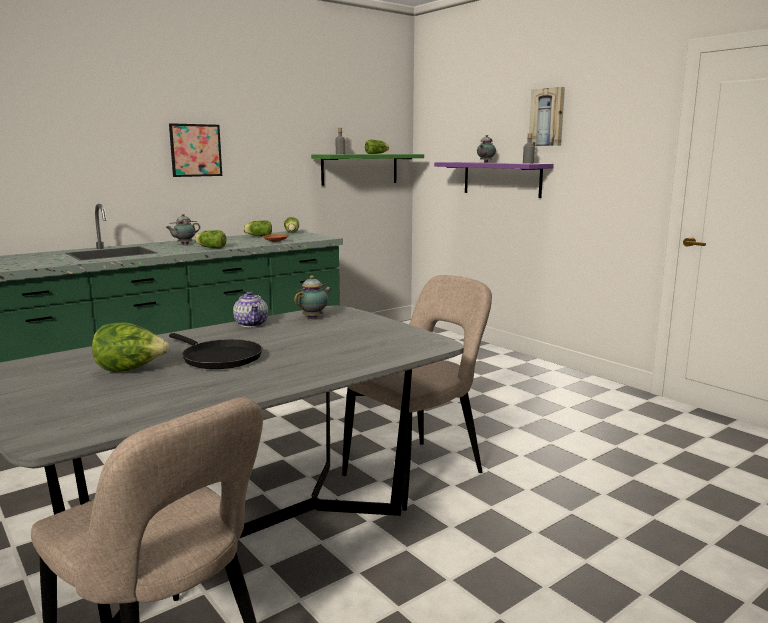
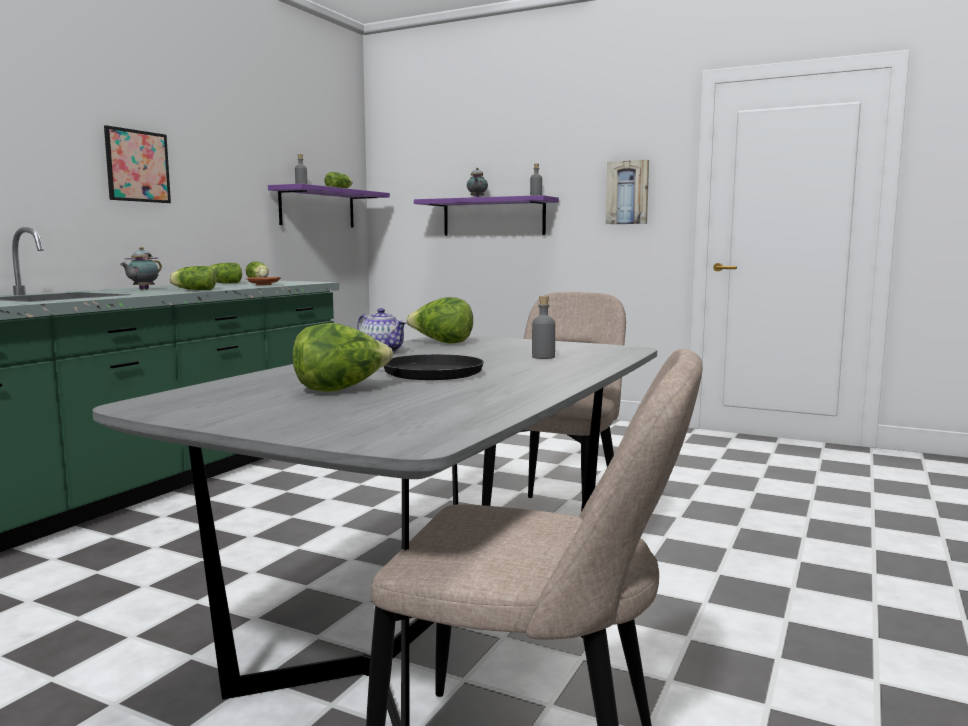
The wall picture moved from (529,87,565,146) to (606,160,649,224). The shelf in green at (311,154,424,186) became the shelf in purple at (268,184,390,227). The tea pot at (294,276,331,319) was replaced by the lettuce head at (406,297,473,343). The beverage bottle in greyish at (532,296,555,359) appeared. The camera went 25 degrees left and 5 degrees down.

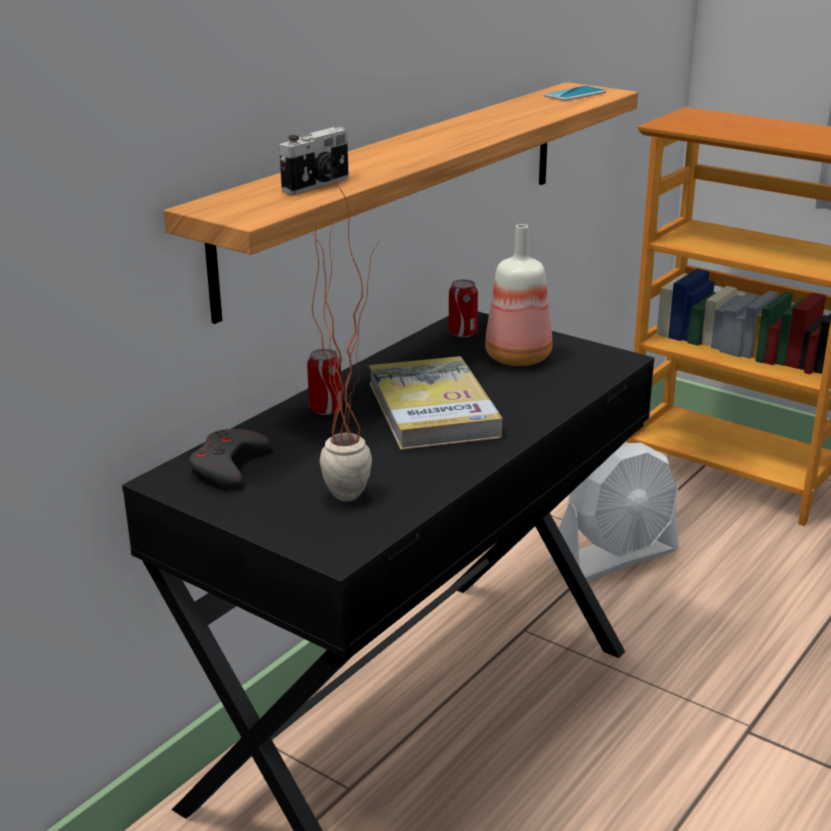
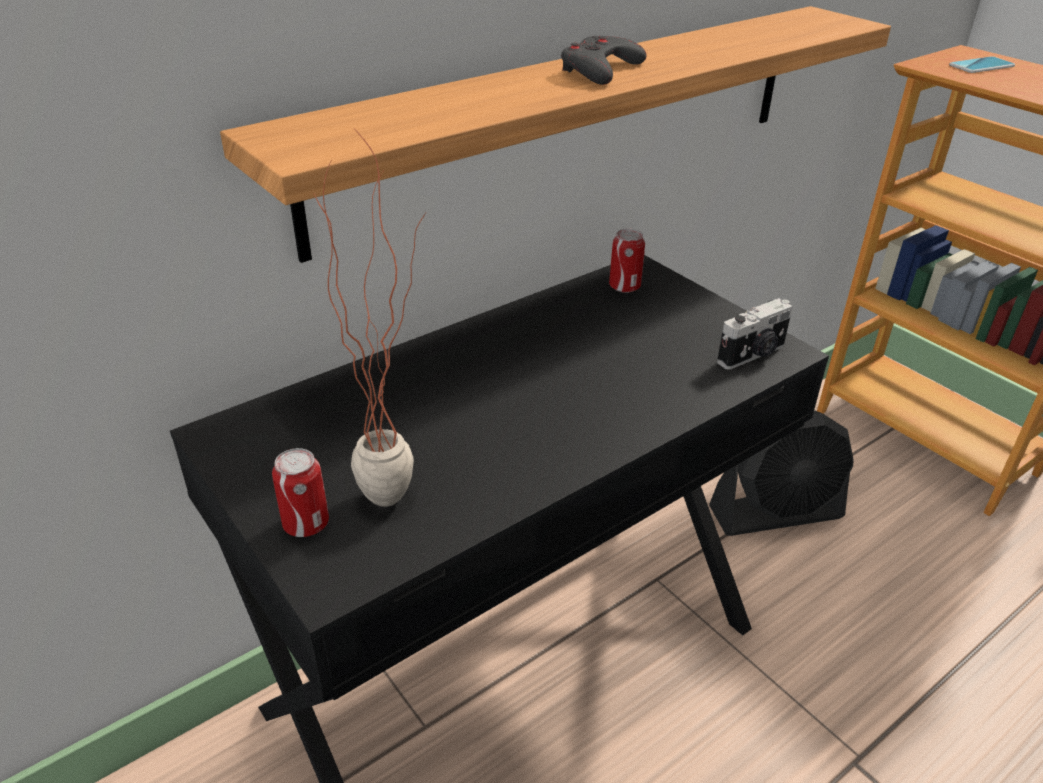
The handset moved from (544,86,607,101) to (949,56,1015,73). The photo camera moved from (279,127,349,195) to (717,298,793,370). The beverage bottle at (485,224,552,366) disappeared. The metal can moved from (307,349,343,415) to (272,448,329,537). The volume at (369,356,502,450) disappeared. The gamepad in greyish moved from (189,429,270,489) to (561,36,647,85). The cooling fan in white at (551,443,679,580) became the cooling fan in blackish at (709,410,854,536). The camera went 15 degrees right and 10 degrees up.

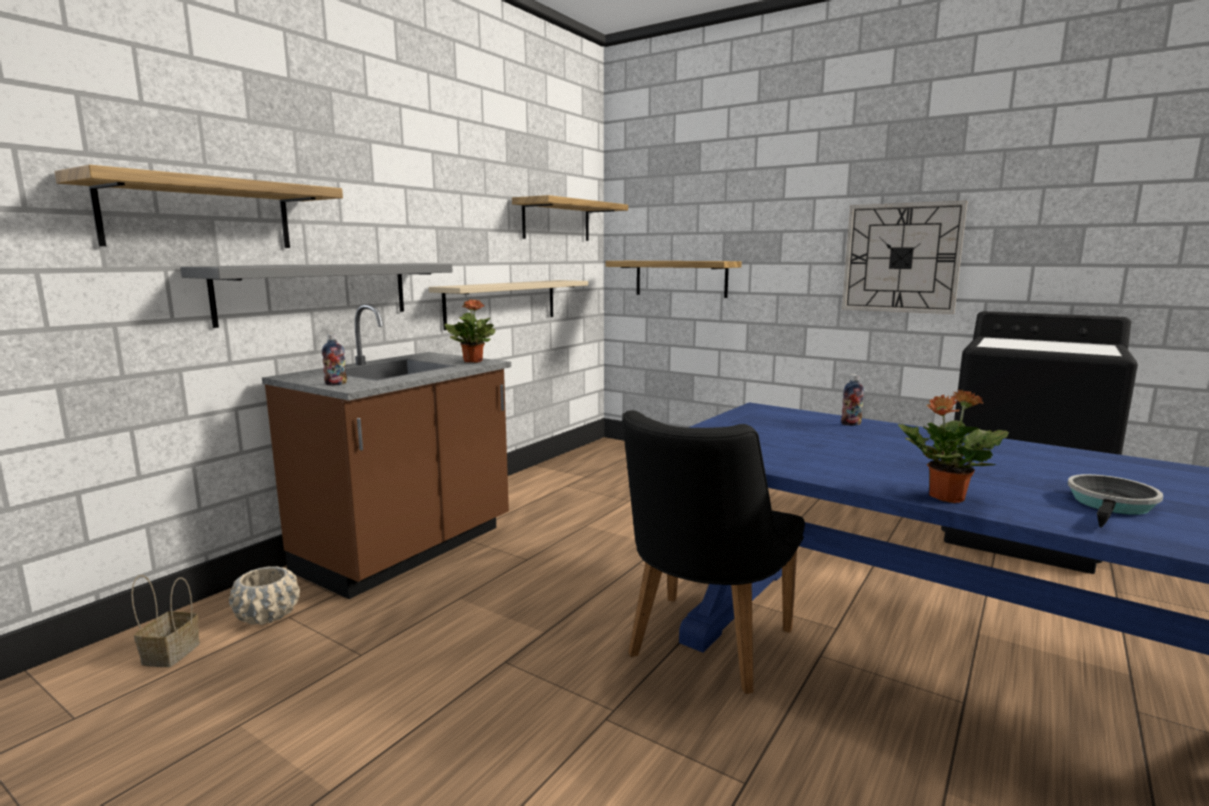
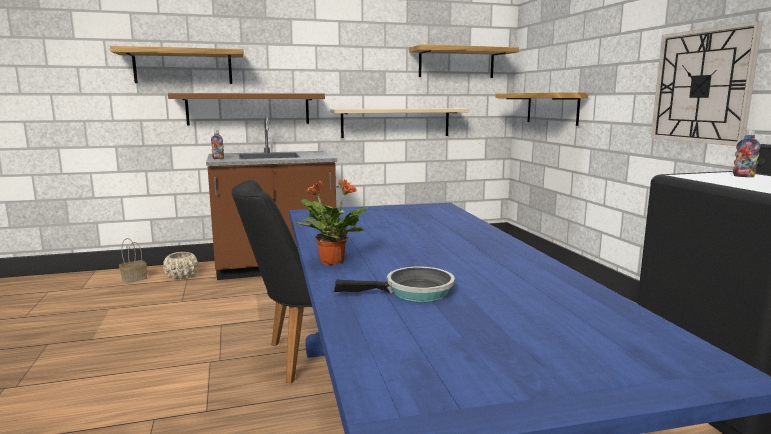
The shelf in greyish at (180,264,453,328) became the shelf in brownish at (168,93,325,125). The plant in a pot at (444,299,495,363) disappeared. The beverage bottle moved from (841,374,864,426) to (733,130,760,177). The camera went 40 degrees right and 0 degrees up.

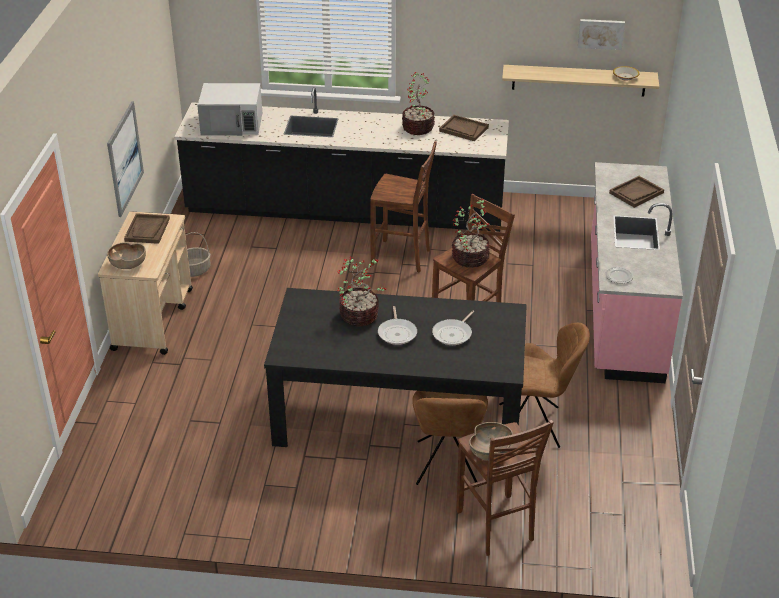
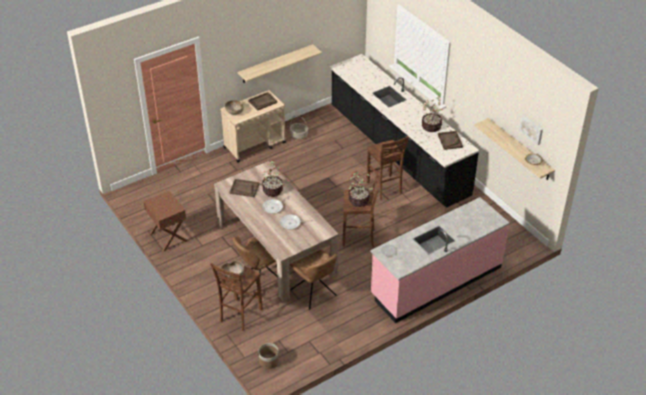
The kitchen microwave in white at (197,83,262,136) disappeared. The wall picture at (107,101,144,217) was replaced by the shelf at (238,44,322,83). The carrying tray in brownish moved from (609,176,664,208) to (229,179,259,197). The kitchen table in blackish at (264,288,527,447) became the kitchen table in beige-coloured at (214,161,339,301). The nightstand in brownish at (144,191,188,252) appeared. The planter at (259,343,279,369) appeared. The camera went 50 degrees right and 5 degrees up.

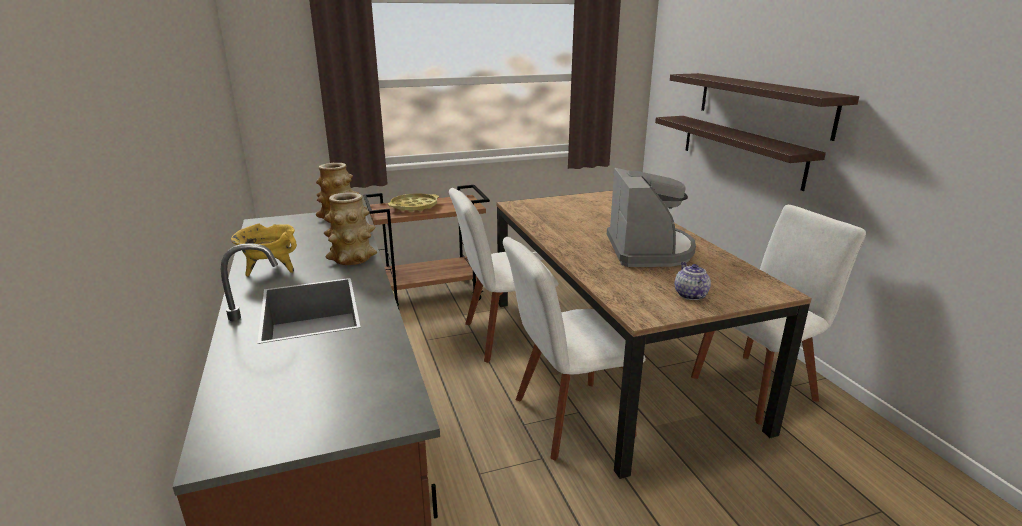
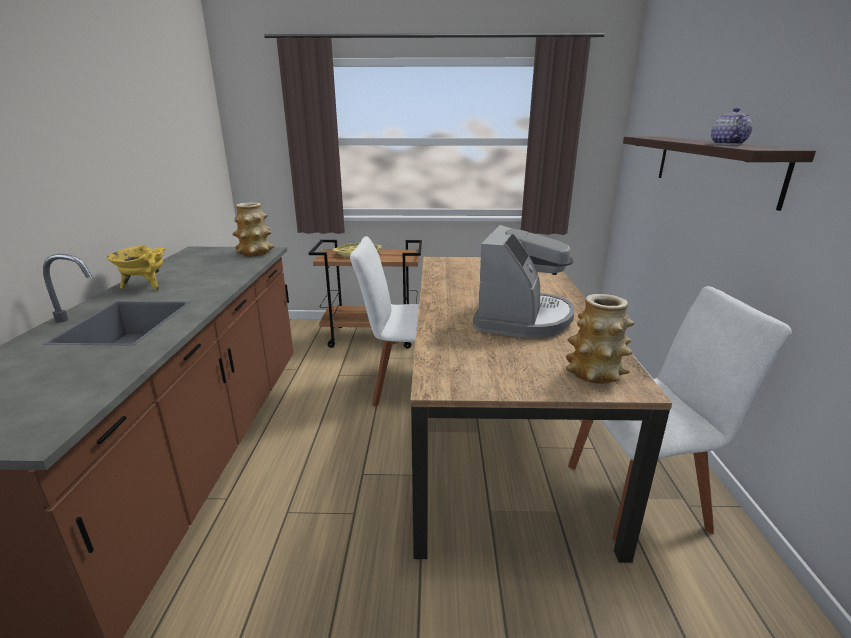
The shelf at (655,116,826,191) disappeared. The vase moved from (324,192,377,265) to (566,294,634,384). The chair in white at (503,237,646,461) disappeared. The tea pot moved from (674,262,711,300) to (711,108,753,145). The camera went 20 degrees right and 0 degrees up.

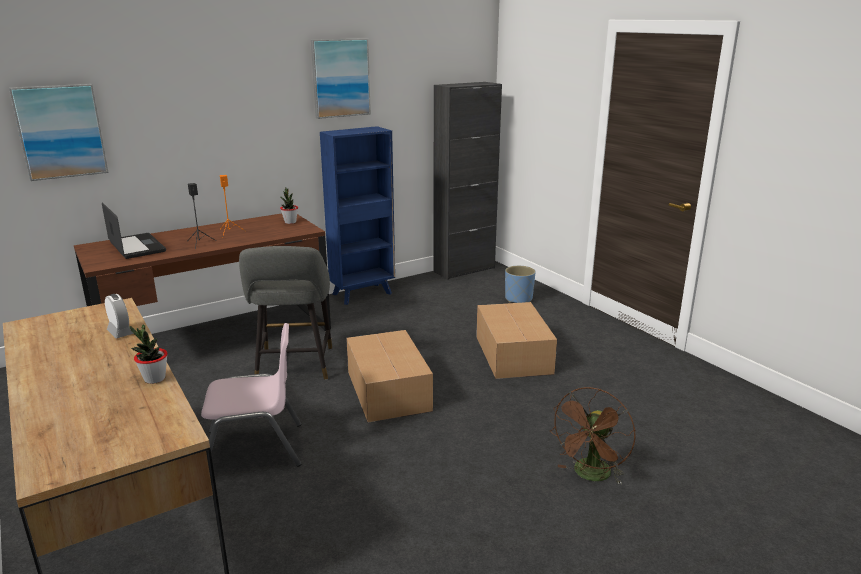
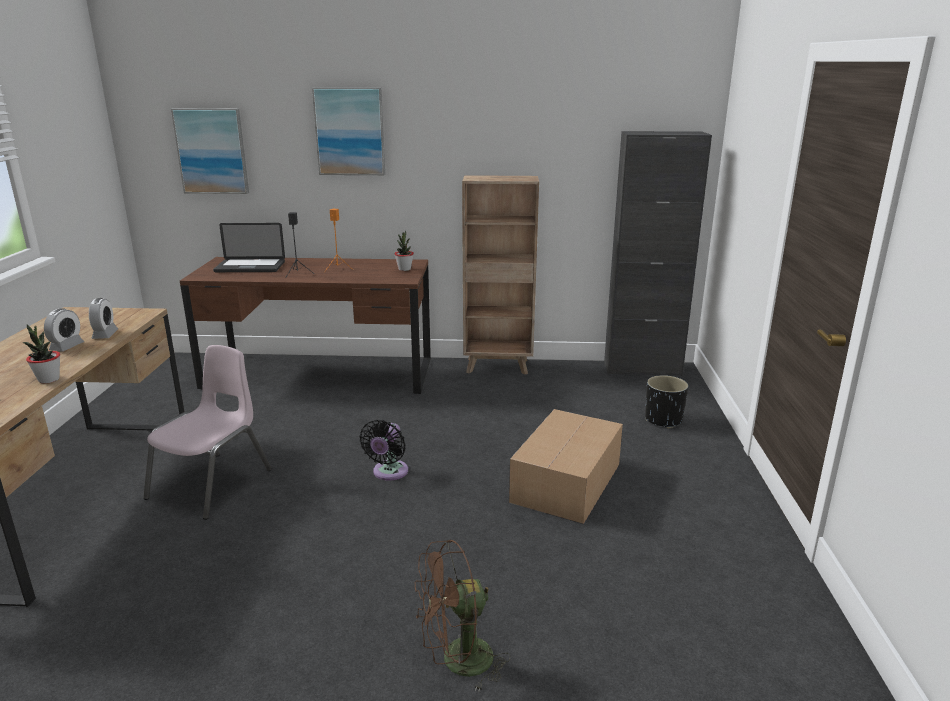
The wall picture moved from (311,38,371,119) to (312,87,385,175). The bookcase in bluish at (320,126,395,305) became the bookcase in brownish at (462,175,539,375). The notebook computer at (102,202,166,259) turned 90 degrees clockwise. The sitting stool in greyish at (239,246,332,380) disappeared. The planter in bluish at (505,266,535,303) became the planter in blackish at (645,375,688,429). The chair in pink-coloured at (201,323,301,467) turned 90 degrees counterclockwise. The packing box at (346,330,433,422) was replaced by the cooling fan in blackish at (359,420,408,481). The bedside clock at (44,308,84,351) appeared. The camera went 35 degrees right and 0 degrees up.

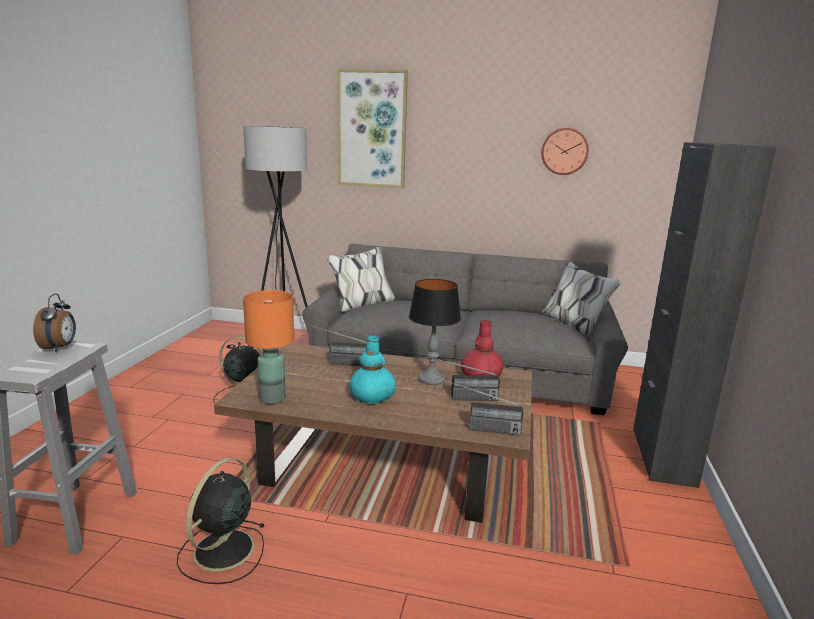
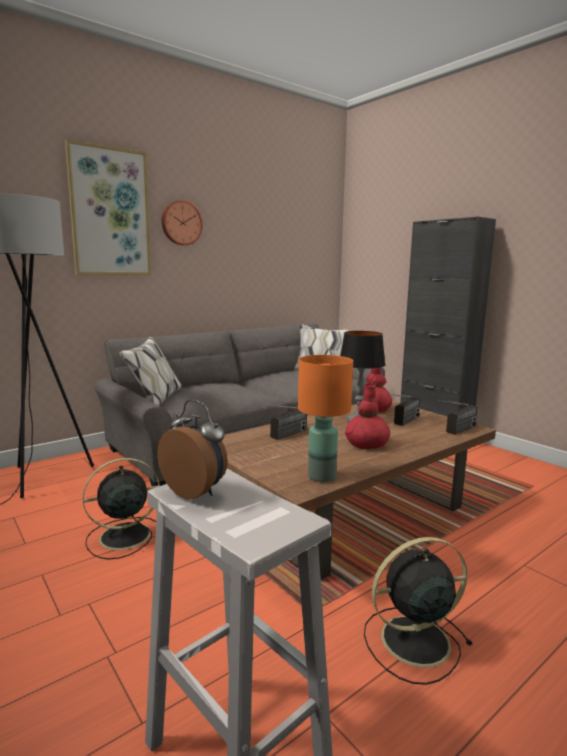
The hanging clock moved from (541,128,589,175) to (161,200,203,245). The vase in turquoise-coloured at (349,335,396,404) became the vase in reddish at (345,384,390,449). The cooling fan in blackish at (176,458,265,584) turned 105 degrees clockwise. The camera went 50 degrees left and 5 degrees down.

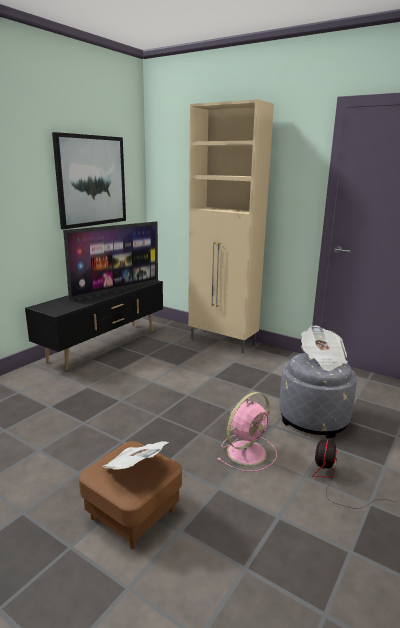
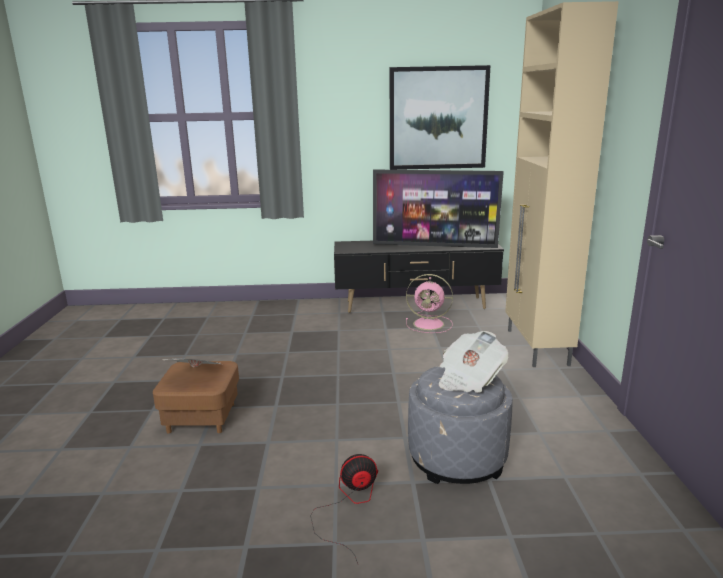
The cooling fan in pink-coloured moved from (218,392,277,472) to (406,274,453,333). The camera went 55 degrees right and 0 degrees up.

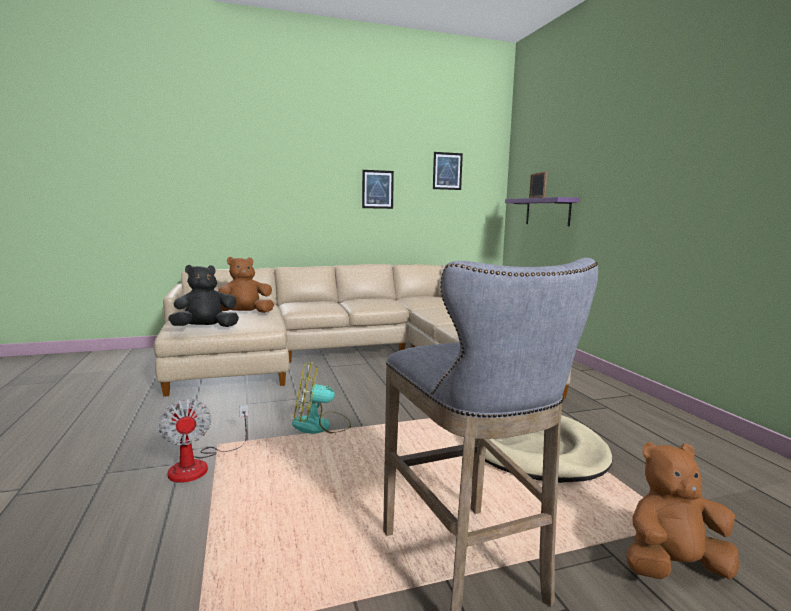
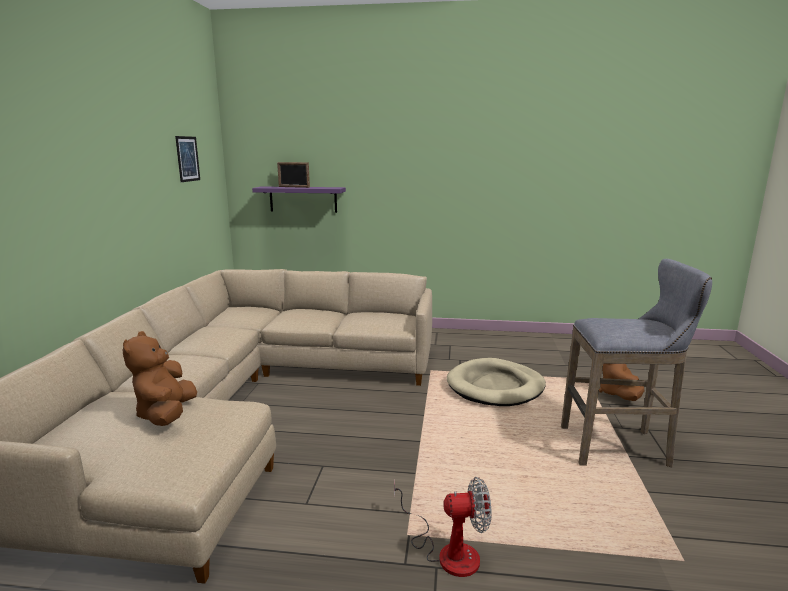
The wall picture at (362,170,394,209) disappeared. The cuddly toy in blackish at (168,265,239,327) disappeared. The cooling fan at (292,362,351,434) disappeared. The camera went 65 degrees left and 5 degrees up.

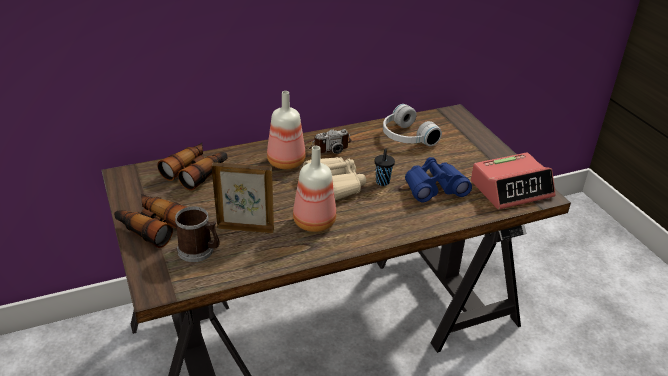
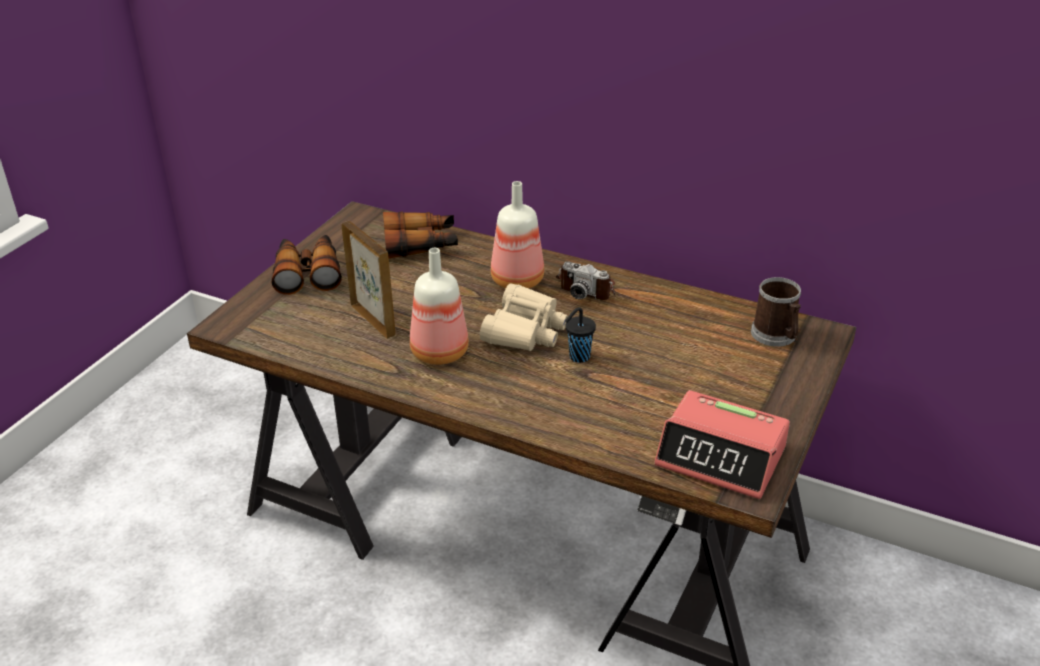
The headphones in white at (383,104,442,146) disappeared. The pair of binoculars in bluish at (405,157,472,202) disappeared. The coffee mug moved from (175,207,220,262) to (751,277,801,347). The camera went 50 degrees right and 0 degrees up.

